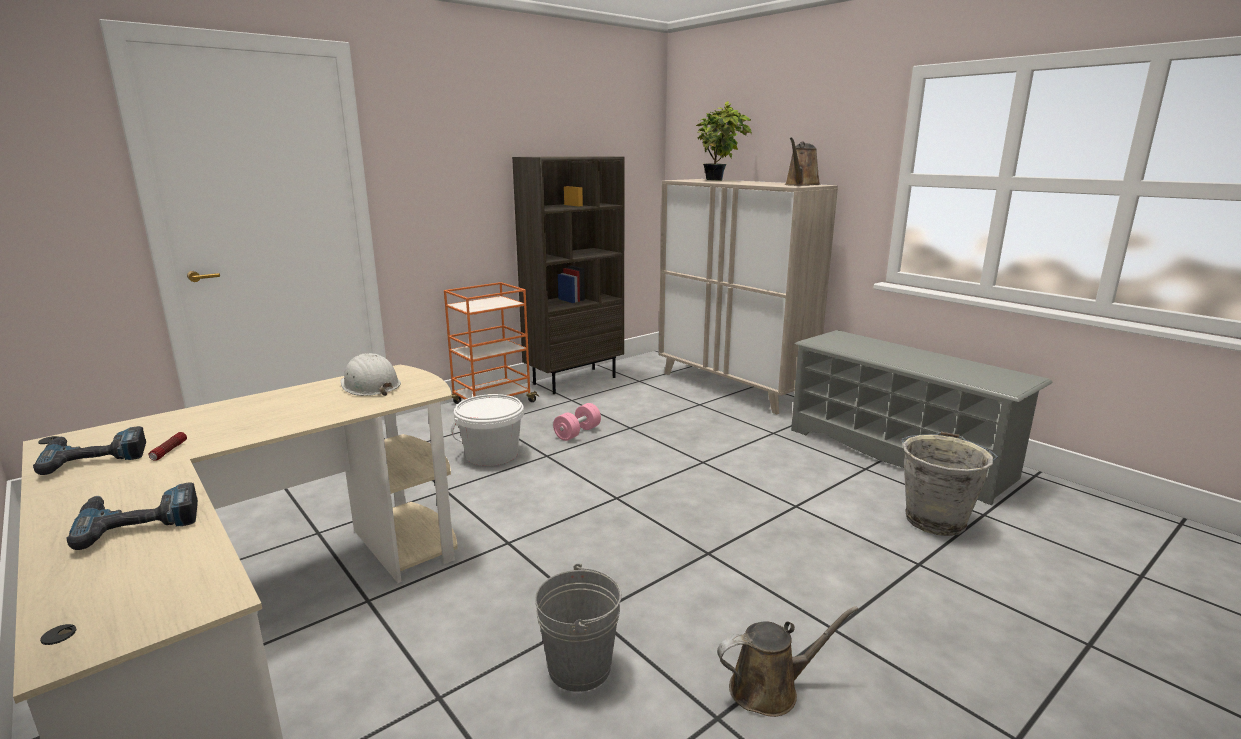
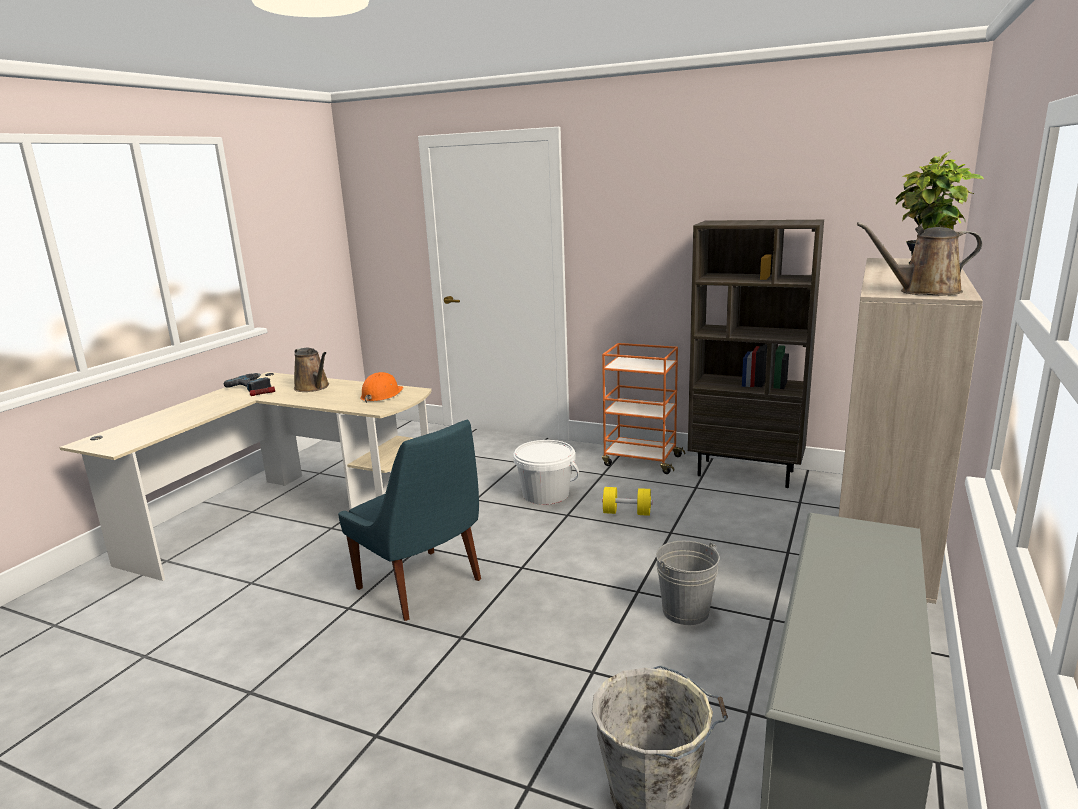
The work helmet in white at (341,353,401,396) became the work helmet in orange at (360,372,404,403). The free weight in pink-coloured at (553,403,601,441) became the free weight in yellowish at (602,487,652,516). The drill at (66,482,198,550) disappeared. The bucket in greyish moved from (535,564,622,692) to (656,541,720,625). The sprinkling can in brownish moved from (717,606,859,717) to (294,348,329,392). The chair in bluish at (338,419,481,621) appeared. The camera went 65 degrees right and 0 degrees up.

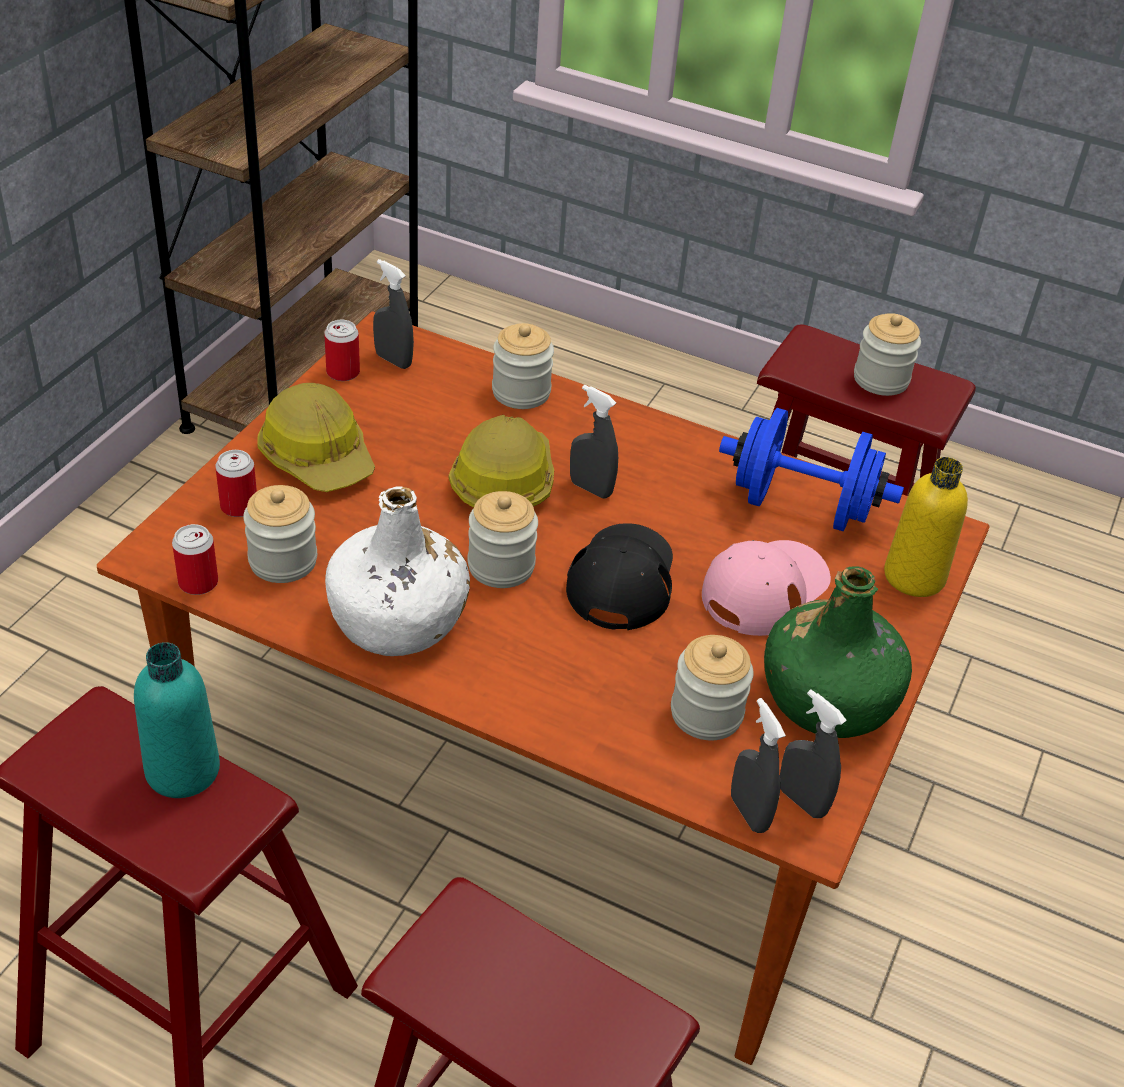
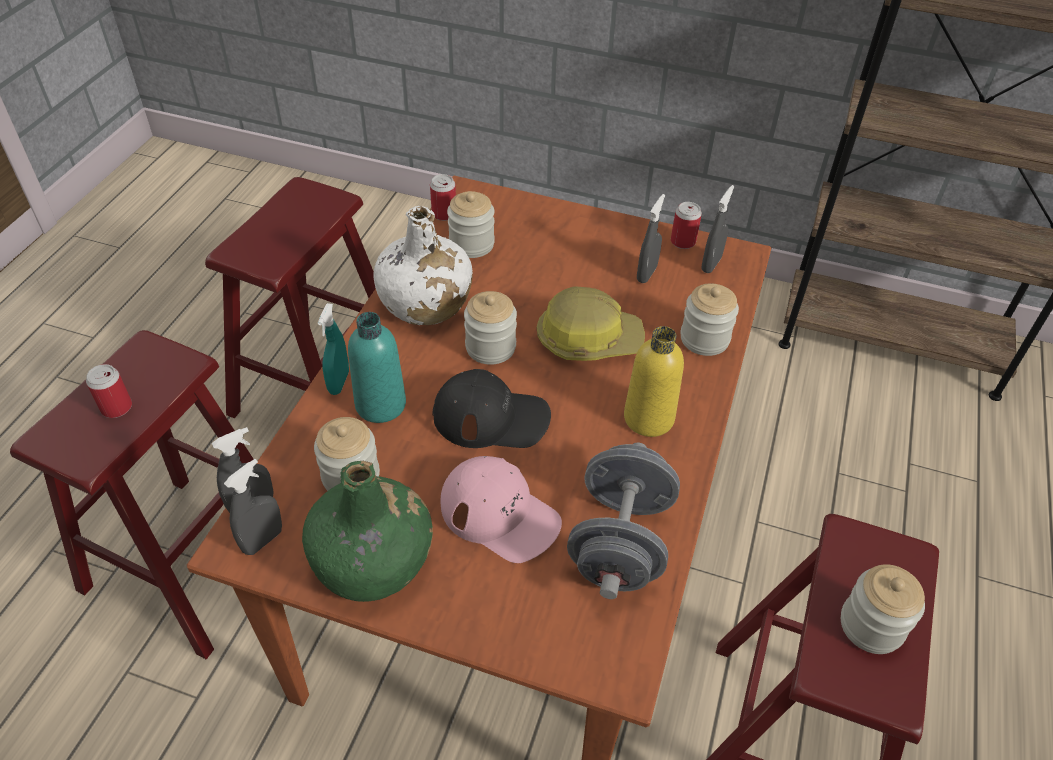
The work helmet at (258,383,375,492) disappeared. The spray bottle in greyish moved from (570,385,618,498) to (637,194,665,283). The free weight in bluish at (719,408,904,531) became the free weight in greyish at (567,443,680,599). The metal can moved from (215,450,257,517) to (86,364,132,418). The beverage bottle in yellowish moved from (884,457,968,597) to (624,326,684,437). The beverage bottle in turquoise-coloured moved from (134,642,220,798) to (348,312,406,423). The spray bottle in turquoise-coloured at (318,303,349,395) appeared. The camera went 85 degrees right and 5 degrees up.

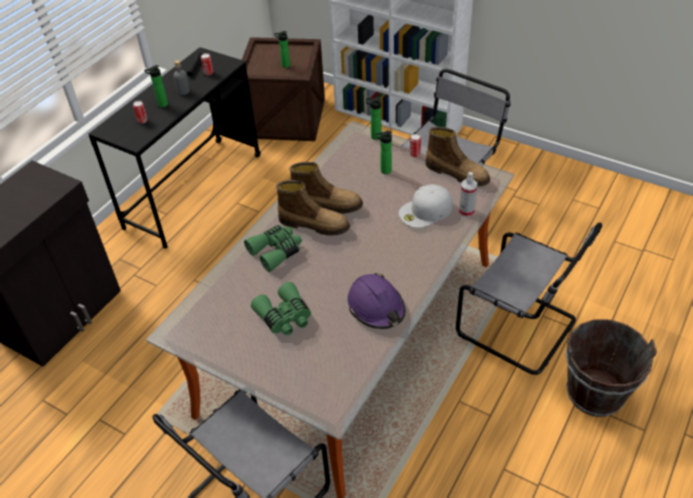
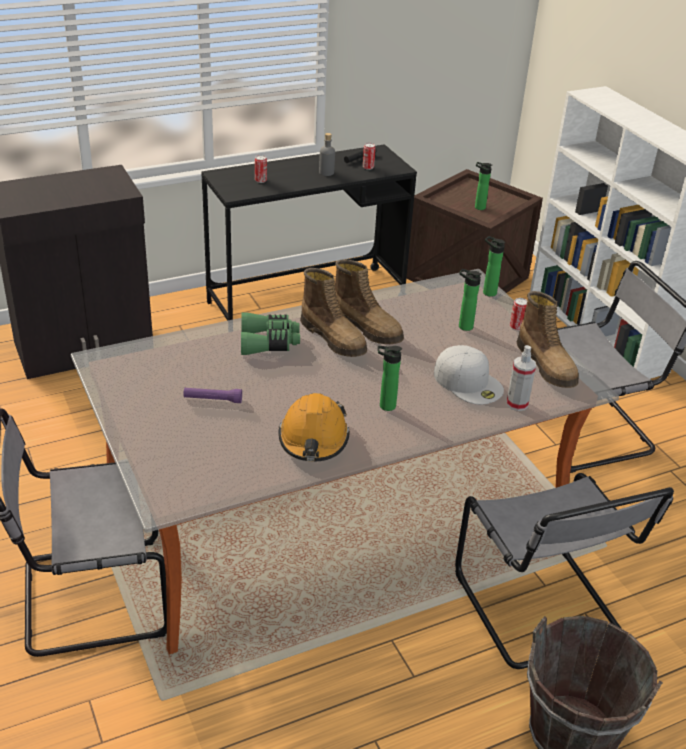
The beverage bottle moved from (144,65,168,108) to (378,346,402,411). The baseball cap in white at (399,184,453,228) turned 135 degrees counterclockwise. The work helmet in purple at (347,273,405,329) became the work helmet in orange at (278,393,350,461). The pair of binoculars in green at (251,282,311,335) was replaced by the flashlight in purple at (183,387,242,403). The camera went 30 degrees right and 10 degrees down.

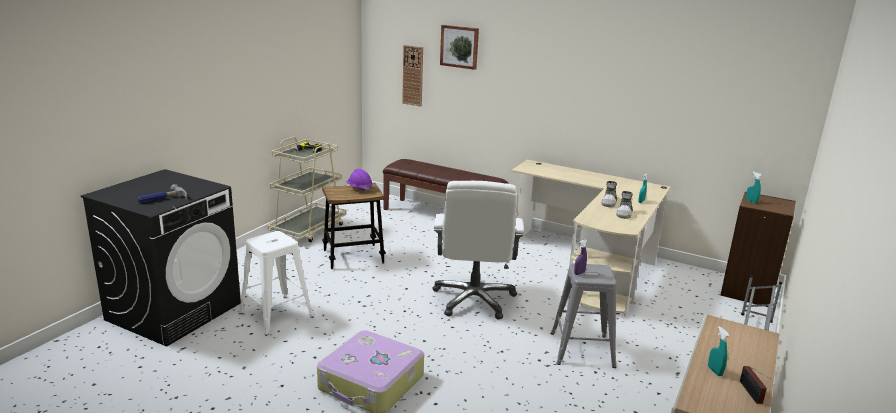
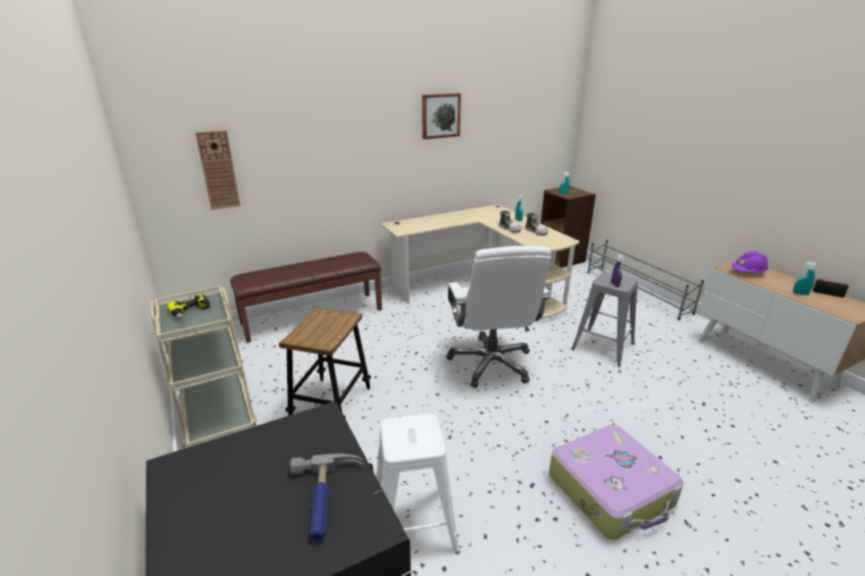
The wall picture moved from (440,25,479,70) to (422,93,461,139). The work helmet in purple moved from (346,169,372,193) to (731,251,768,272). The office chair in white at (432,181,524,319) turned 45 degrees clockwise. The camera went 55 degrees left and 5 degrees up.

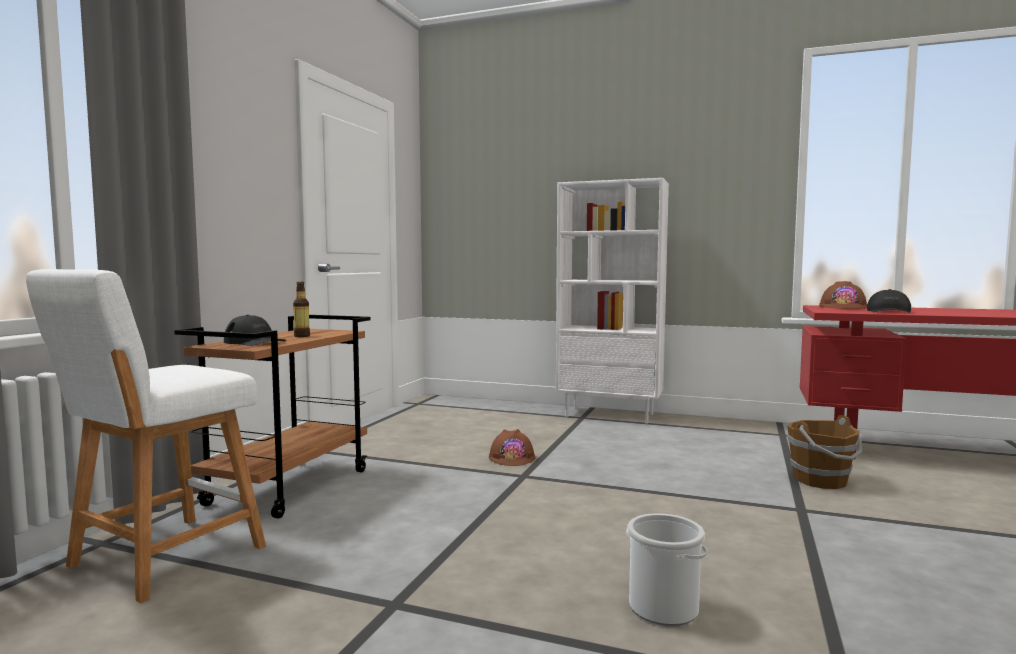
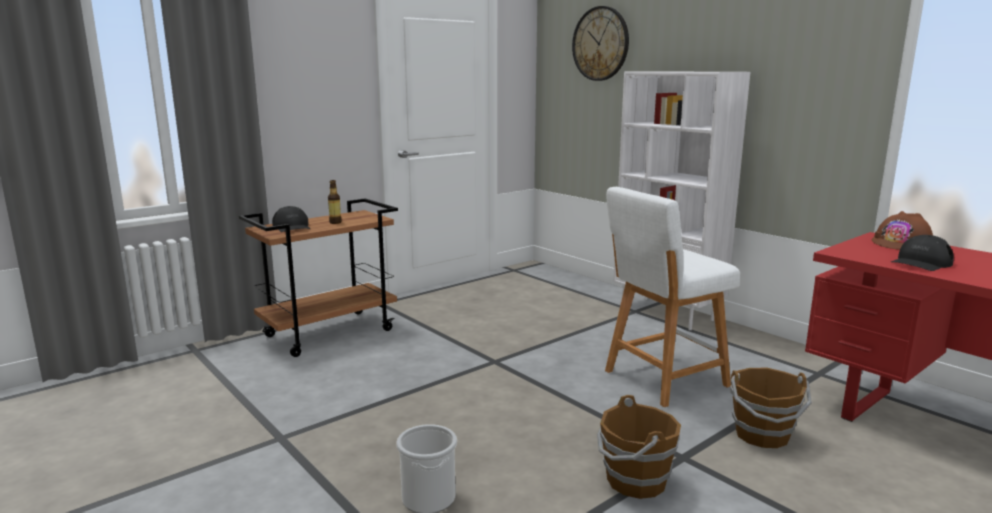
The sitting stool in white moved from (26,269,266,603) to (605,187,740,407). The work helmet in brownish at (489,429,535,466) disappeared. The hanging clock at (572,6,629,81) appeared. The bucket in brownish at (597,395,681,499) appeared. The camera went 30 degrees right and 10 degrees up.

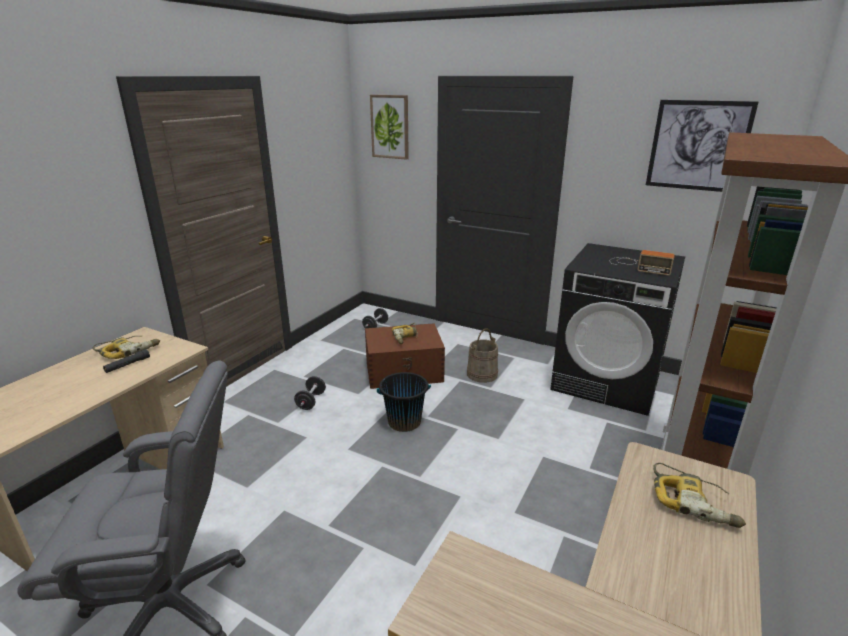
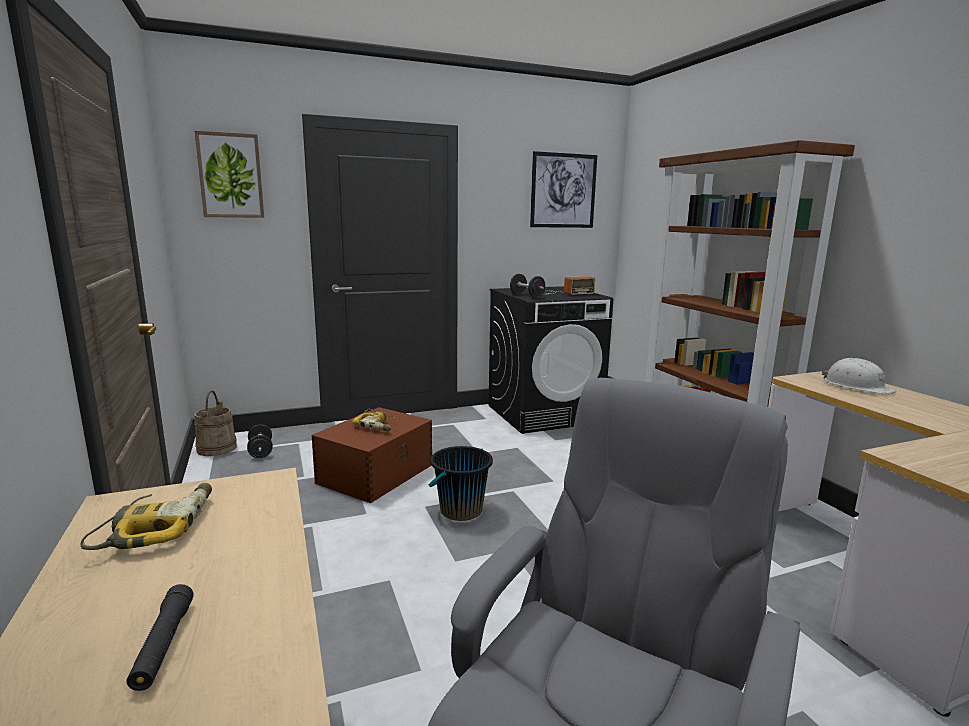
The bucket in beige-coloured moved from (467,328,498,383) to (194,390,237,456). The flashlight in blackish moved from (103,349,150,373) to (126,584,194,691). The free weight in blackish moved from (294,376,326,410) to (510,274,546,298). The drill at (653,463,746,528) was replaced by the work helmet in white at (821,358,896,394). The camera went 50 degrees left and 10 degrees down.

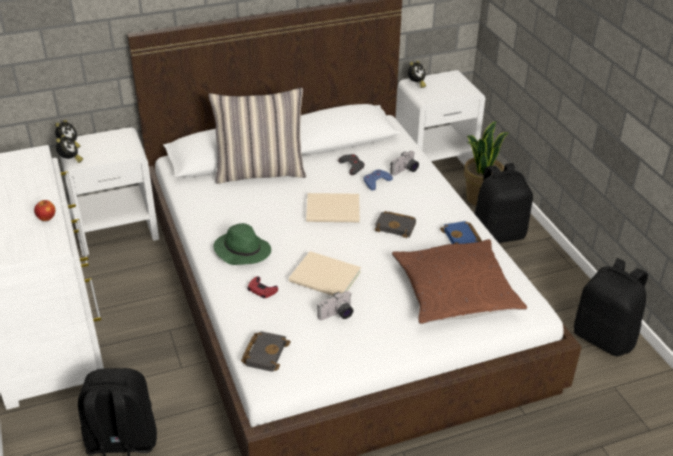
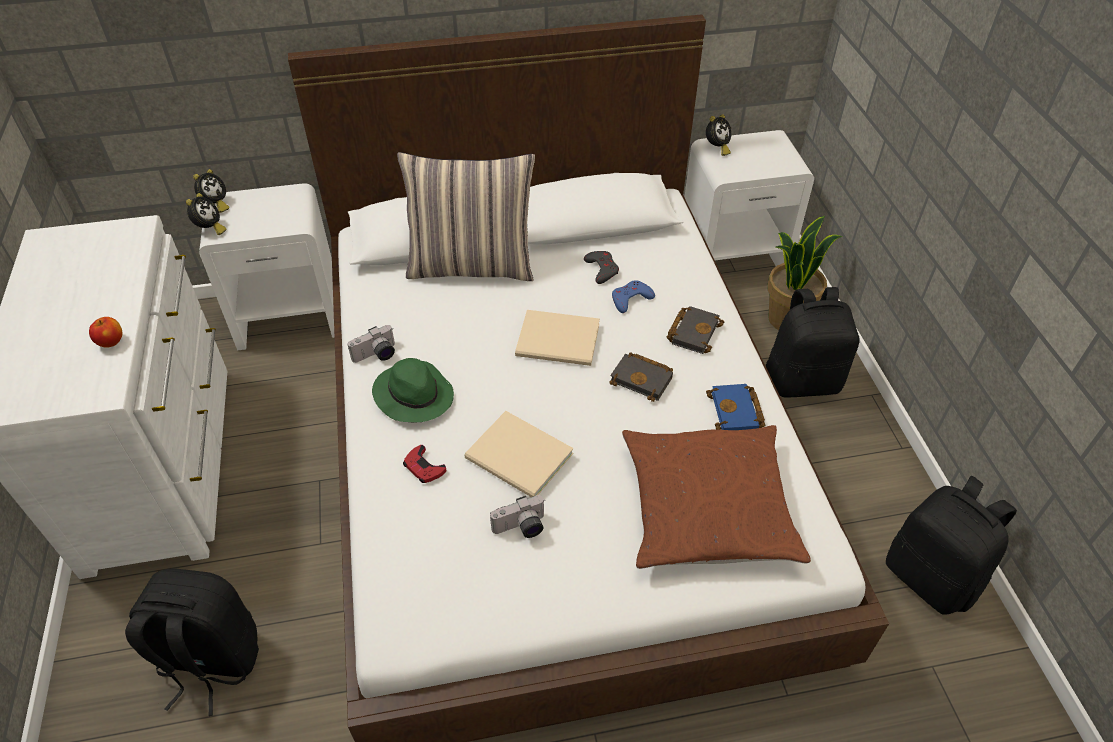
The photo camera moved from (390,151,419,175) to (347,325,395,363). The volume in blackish moved from (241,331,291,372) to (667,306,724,354). The camera went 10 degrees right and 10 degrees up.

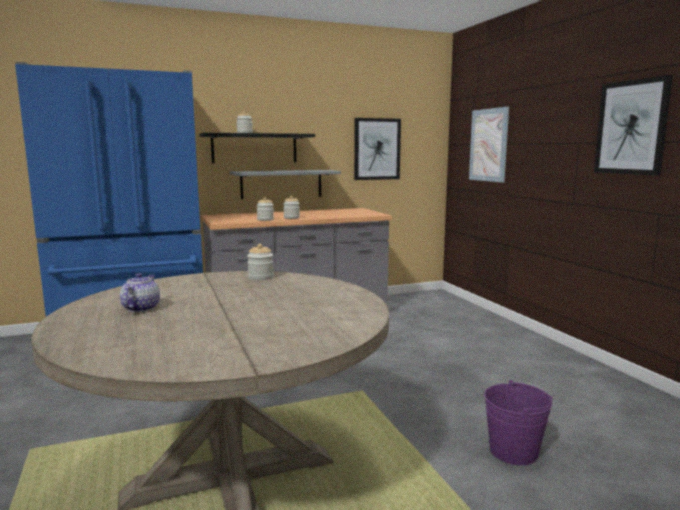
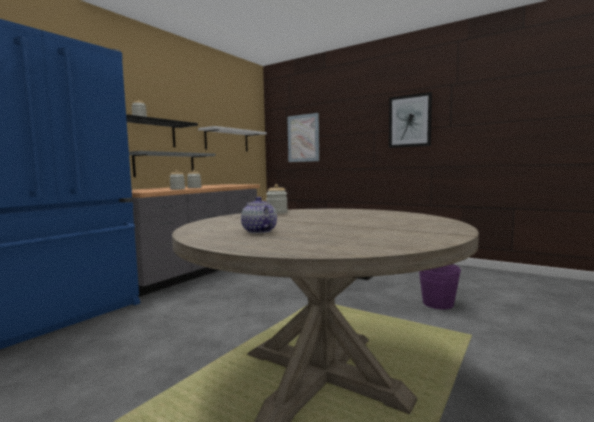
The wall picture at (354,118,401,180) was replaced by the shelf in white at (198,126,267,151). The camera went 35 degrees left and 5 degrees down.

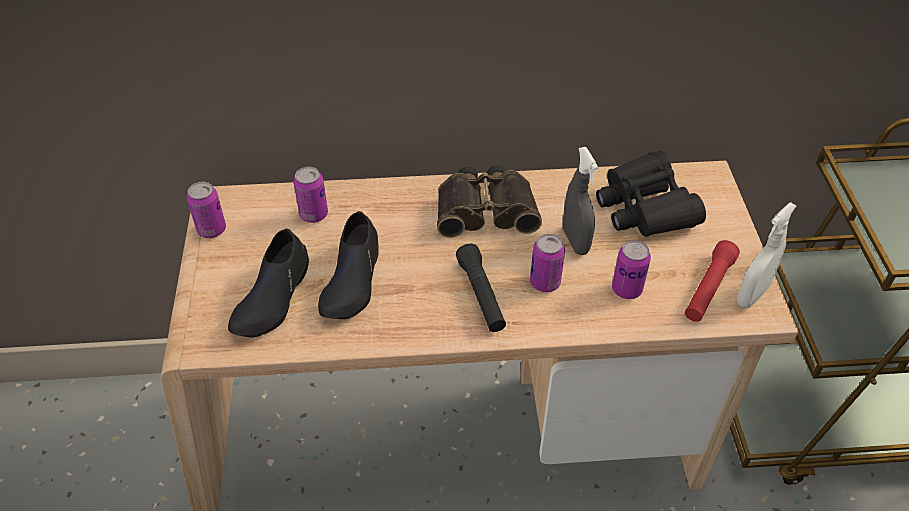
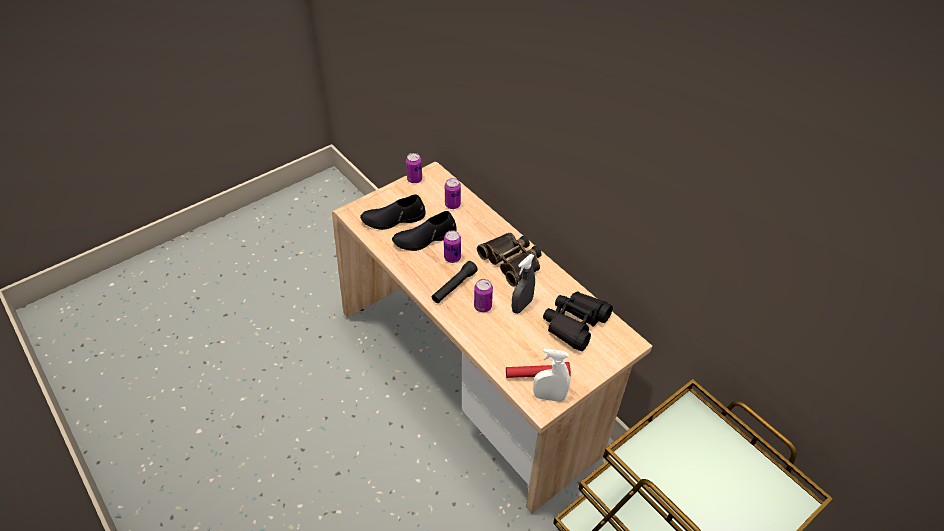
The metal can moved from (612,240,651,299) to (444,230,461,263). The camera went 55 degrees right and 0 degrees up.

